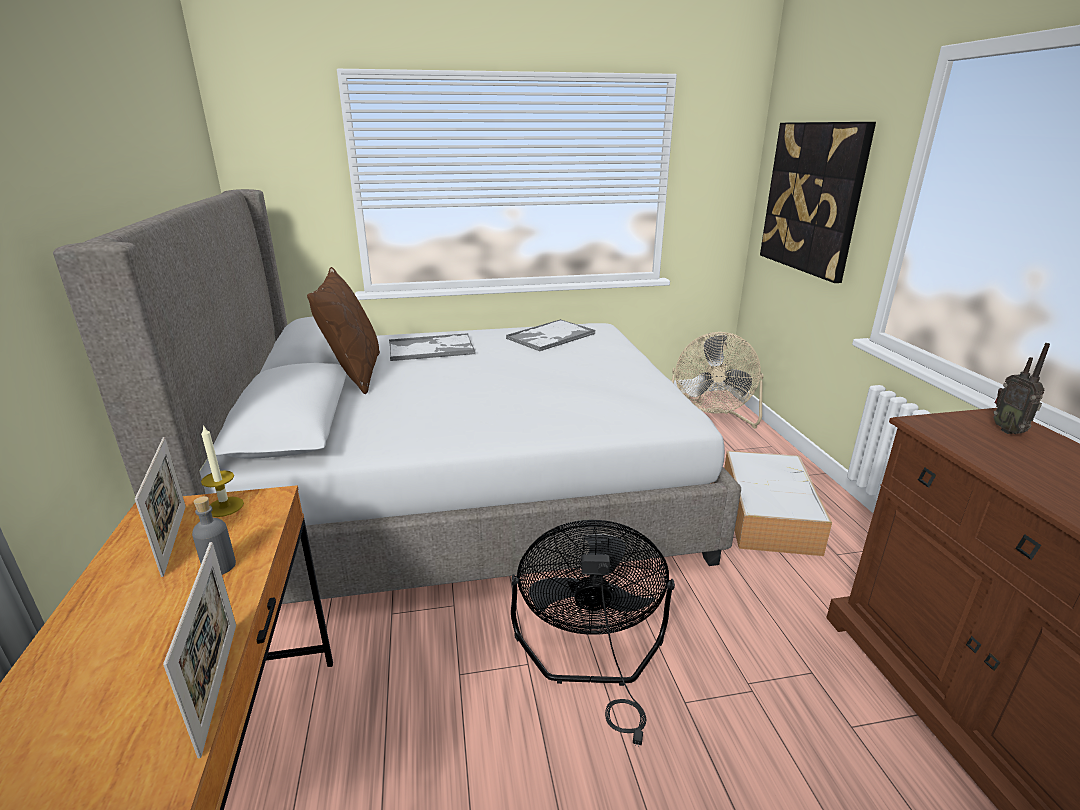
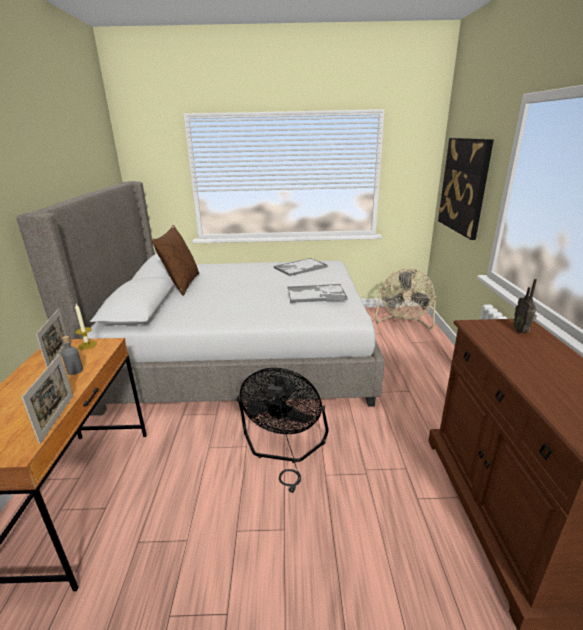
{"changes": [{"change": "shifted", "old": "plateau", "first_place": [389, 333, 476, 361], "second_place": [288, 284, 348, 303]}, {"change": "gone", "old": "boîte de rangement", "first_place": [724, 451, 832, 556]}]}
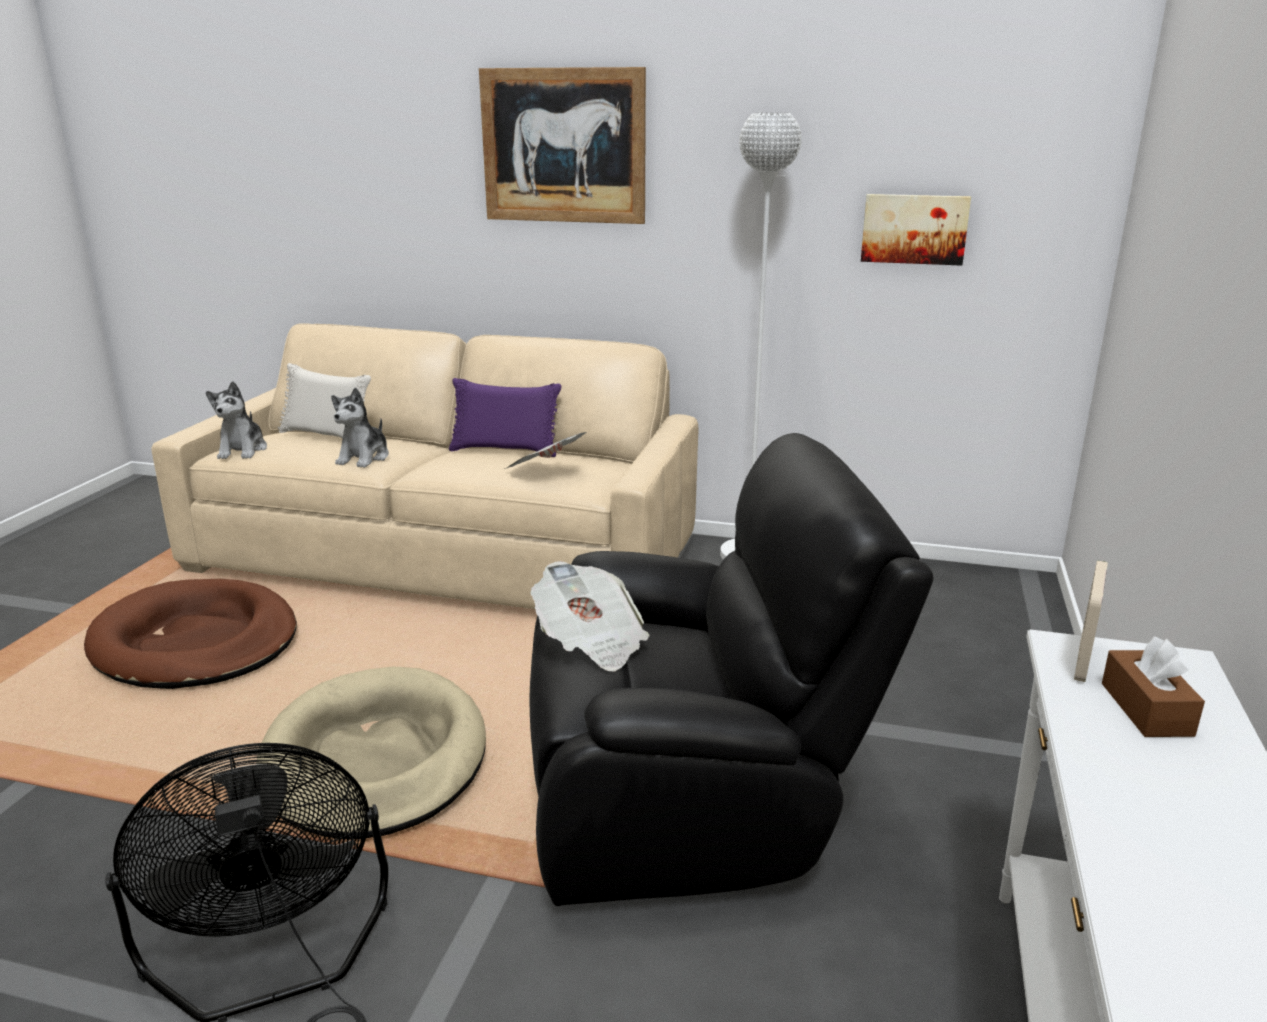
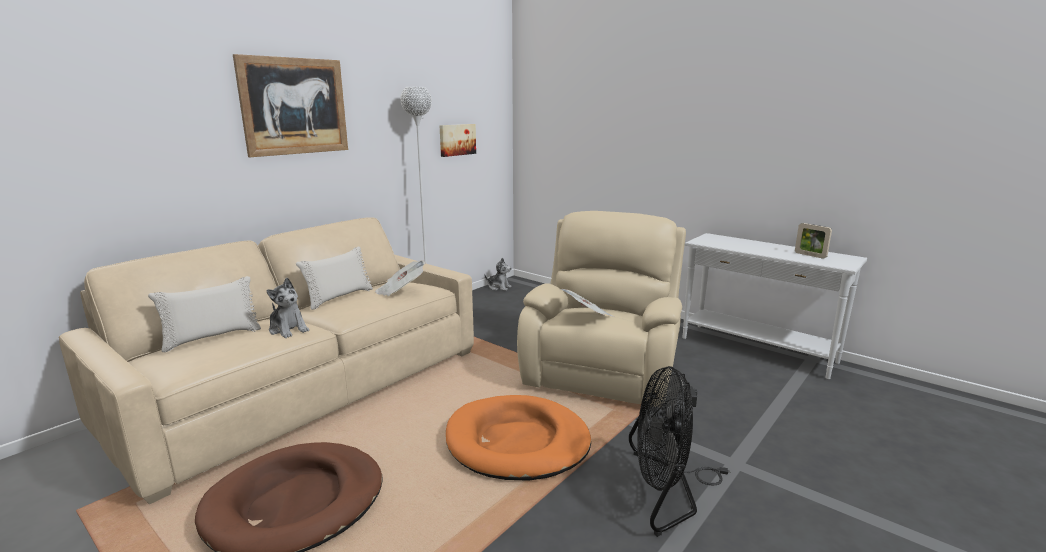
{"changes": [{"change": "repainted", "old": "coussin [violet]", "new": "coussin [blanc]", "first_place": [449, 378, 561, 457], "second_place": [296, 247, 373, 310]}, {"change": "repainted", "old": "panier pour chien [beige]", "new": "panier pour chien [orange]", "first_place": [256, 666, 486, 839], "second_place": [446, 395, 591, 481]}, {"change": "shifted", "old": "peluche", "first_place": [206, 381, 267, 459], "second_place": [484, 257, 512, 291]}, {"change": "repainted", "old": "fauteuil [noir]", "new": "fauteuil [beige]", "first_place": [530, 433, 934, 906], "second_place": [517, 211, 686, 407]}, {"change": "shifted", "old": "cadre photo", "first_place": [1074, 560, 1108, 682], "second_place": [795, 223, 832, 259]}, {"change": "gone", "old": "boîte à mouchoirs [marron]", "first_place": [1102, 636, 1205, 737]}]}
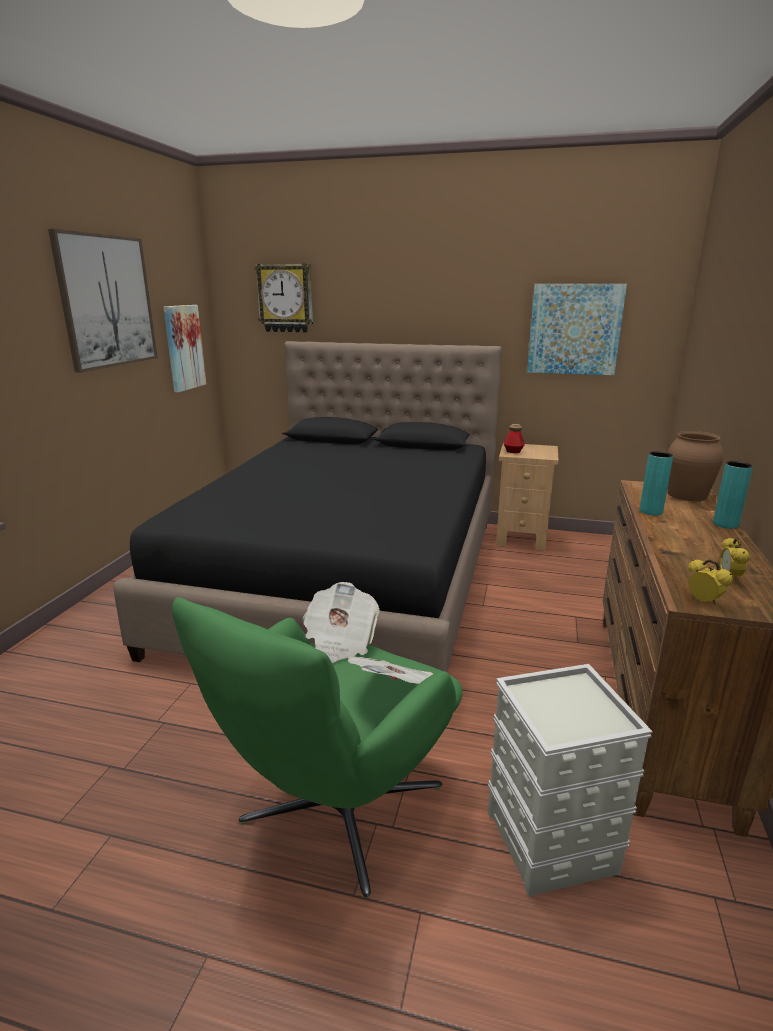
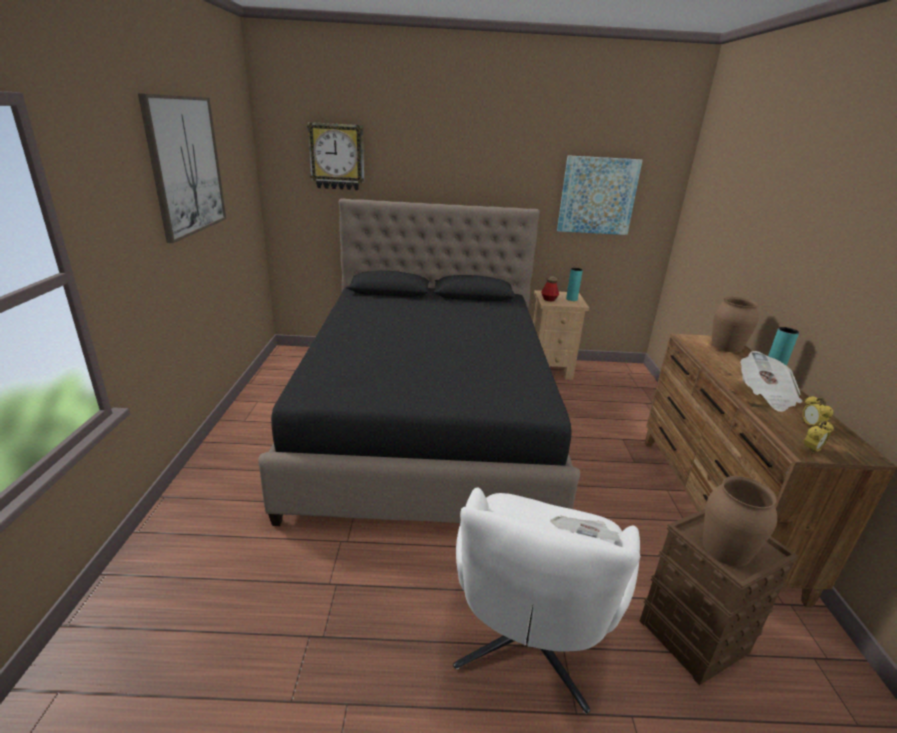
{"changes": [{"change": "repainted", "old": "fauteuil [vert]", "new": "fauteuil [blanc]", "first_place": [172, 597, 463, 897], "second_place": [453, 488, 640, 713]}, {"change": "shifted", "old": "vase [turquoise]", "first_place": [639, 451, 673, 515], "second_place": [566, 268, 583, 301]}, {"change": "repainted", "old": "boîte de rangement [gris]", "new": "boîte de rangement [marron]", "first_place": [488, 664, 653, 896], "second_place": [640, 509, 799, 685]}, {"change": "new", "new": "vase [marron]", "second_place": [703, 476, 777, 567]}, {"change": "shifted", "old": "journal", "first_place": [303, 582, 380, 663], "second_place": [740, 351, 803, 412]}, {"change": "rotated", "old": "réveil", "first_place": [688, 559, 734, 605], "second_place": [804, 421, 834, 454], "degrees": 105}, {"change": "gone", "old": "tableau", "first_place": [163, 305, 206, 392]}]}
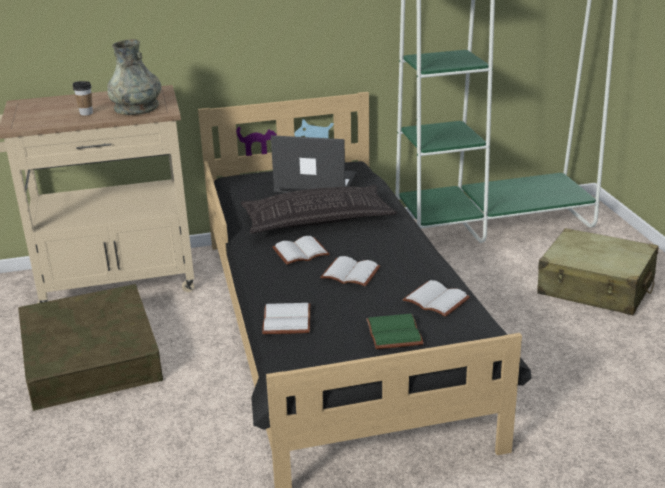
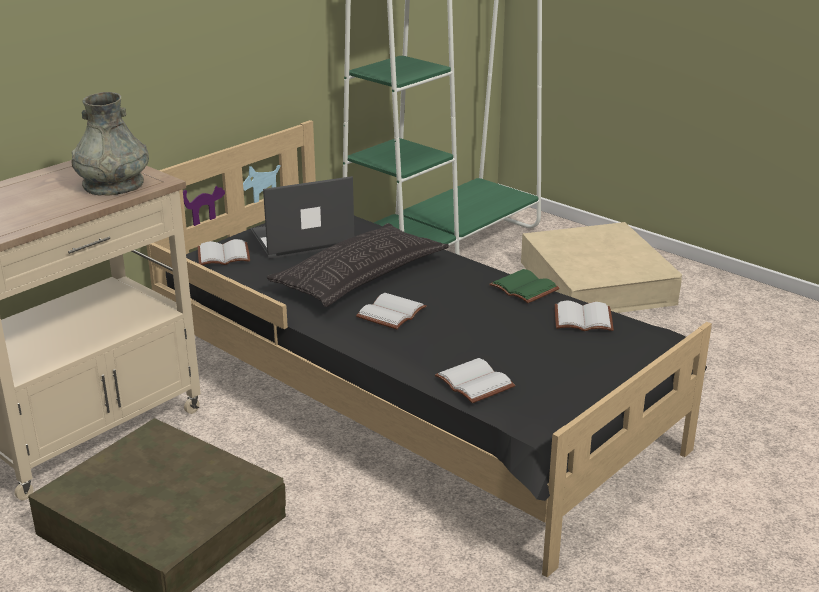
{"changes": [{"change": "shifted", "old": "livre [blanc]", "first_place": [320, 256, 380, 287], "second_place": [198, 239, 250, 265]}, {"change": "shifted", "old": "livre [vert]", "first_place": [366, 314, 424, 349], "second_place": [489, 269, 560, 303]}, {"change": "swapped", "old": "valise [beige]", "new": "boîte de rangement [beige]", "first_place": [537, 228, 659, 315], "second_place": [521, 222, 682, 313]}, {"change": "gone", "old": "tasse", "first_place": [73, 81, 93, 116]}]}
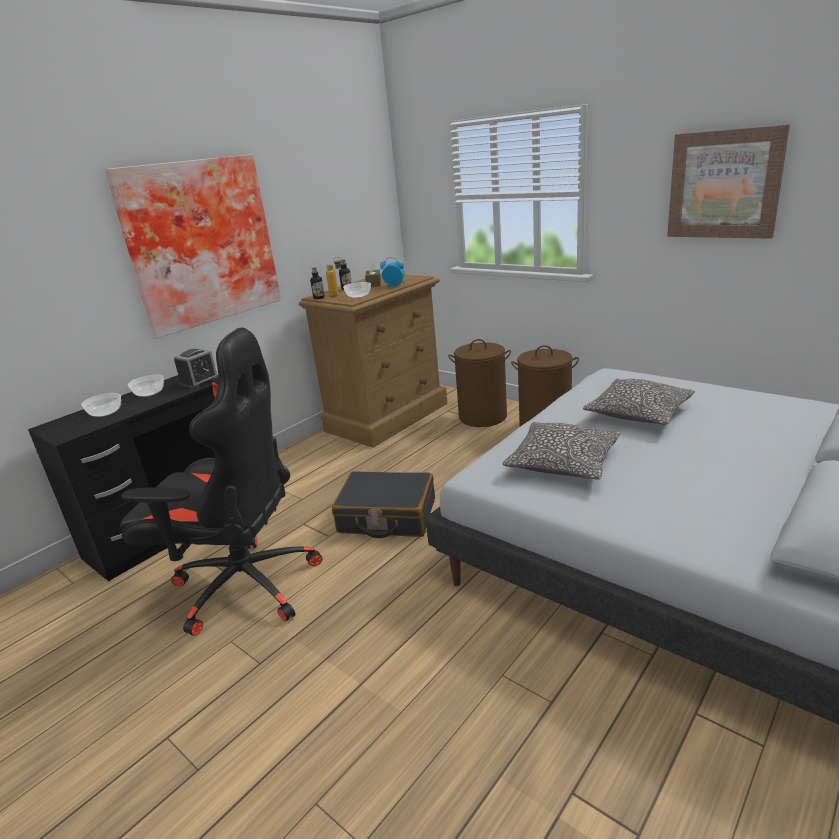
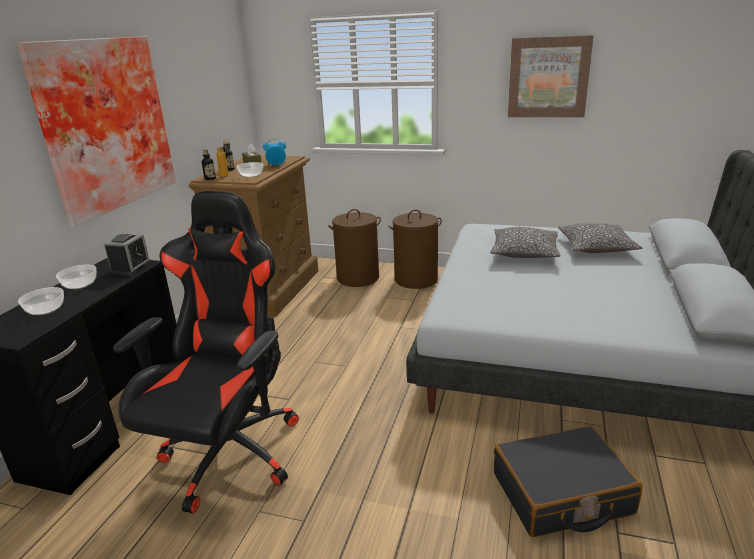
{"changes": [{"change": "rotated", "old": "chaise de bureau [noir]", "first_place": [120, 328, 322, 636], "second_place": [113, 191, 299, 513], "degrees": -60}, {"change": "shifted", "old": "valise [noir]", "first_place": [332, 471, 435, 538], "second_place": [494, 426, 643, 537]}, {"change": "shifted", "old": "coussin", "first_place": [503, 422, 620, 479], "second_place": [558, 223, 642, 253]}]}
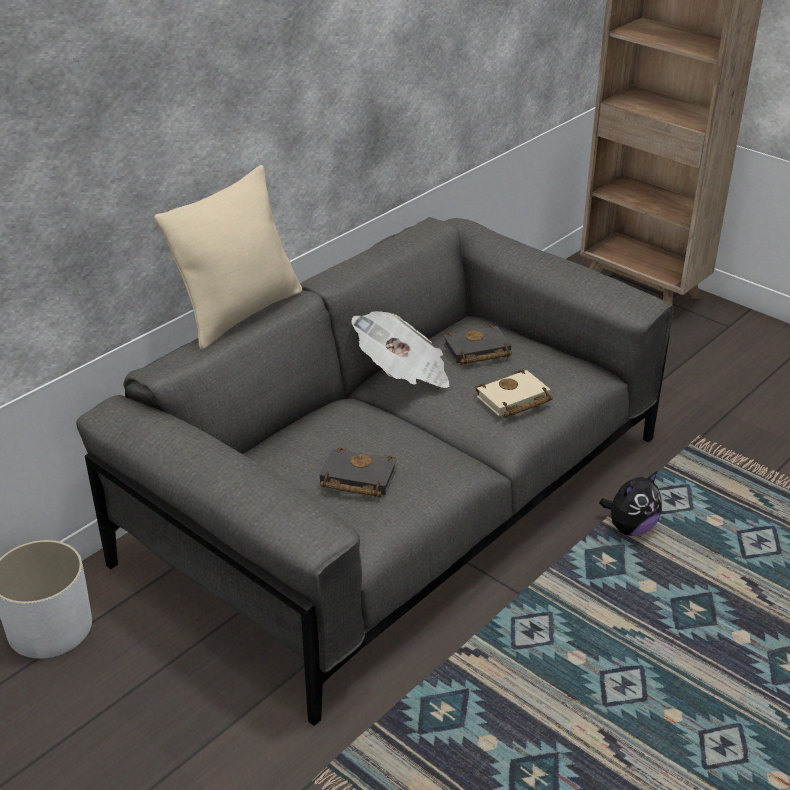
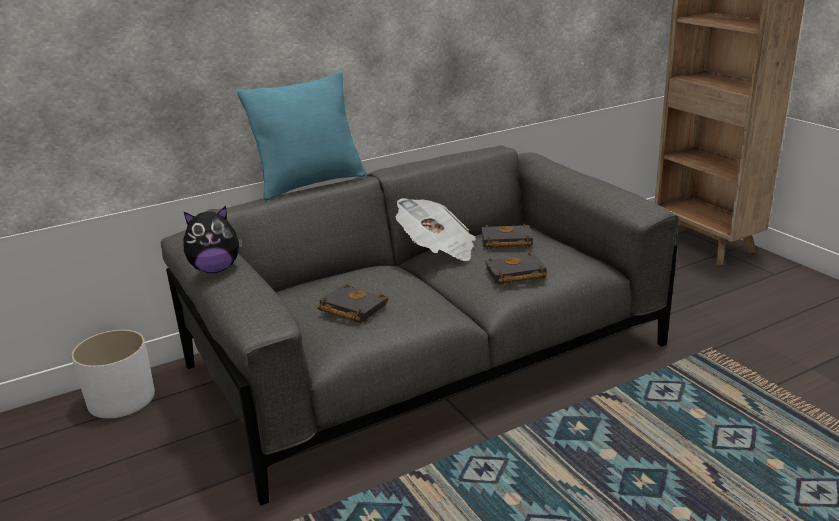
{"changes": [{"change": "shifted", "old": "peluche", "first_place": [599, 470, 662, 536], "second_place": [183, 206, 242, 273]}, {"change": "repainted", "old": "coussin [beige]", "new": "coussin [turquoise]", "first_place": [154, 165, 303, 350], "second_place": [237, 72, 366, 201]}, {"change": "repainted", "old": "livre [beige]", "new": "livre [noir]", "first_place": [475, 369, 553, 418], "second_place": [485, 252, 547, 285]}]}
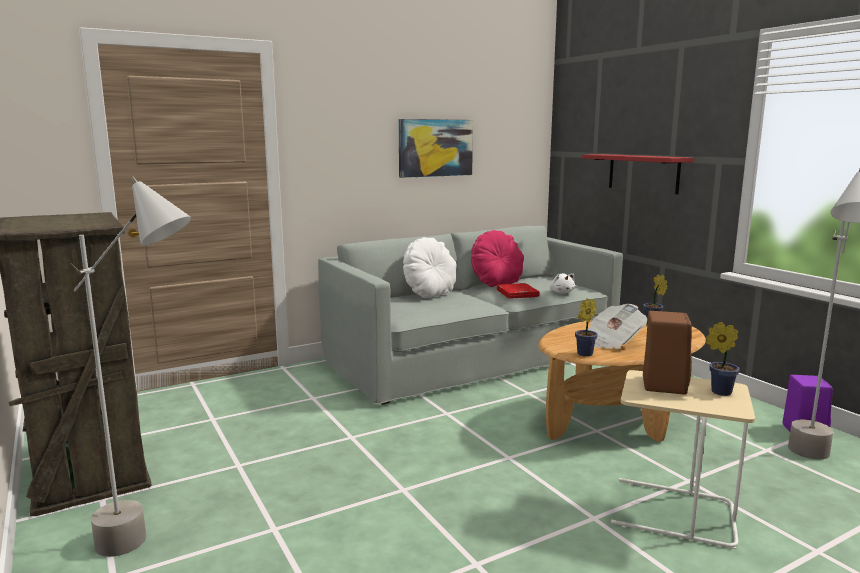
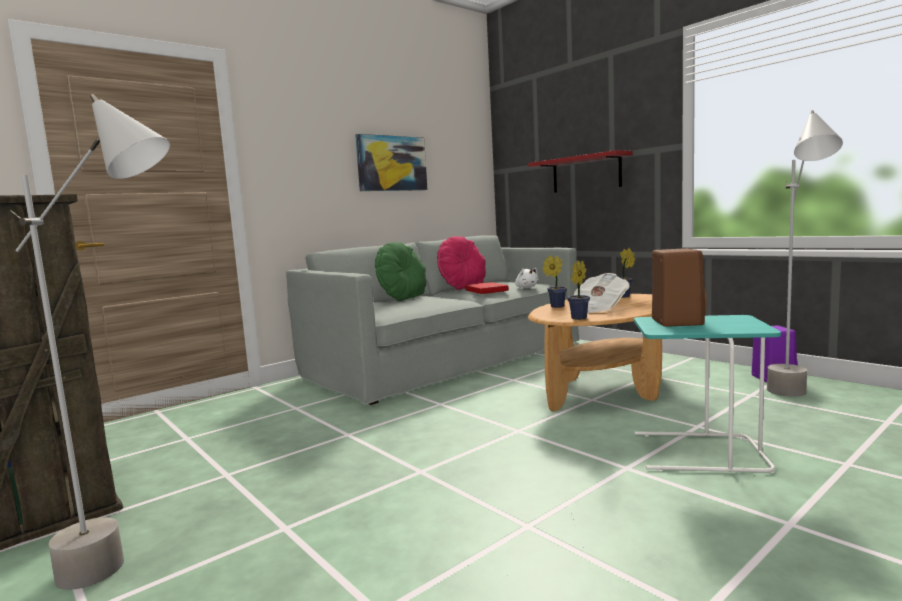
{"changes": [{"change": "repainted", "old": "coussin [blanc]", "new": "coussin [vert]", "first_place": [403, 237, 456, 298], "second_place": [375, 242, 426, 301]}, {"change": "shifted", "old": "plante en pot", "first_place": [706, 322, 740, 396], "second_place": [542, 255, 567, 308]}, {"change": "repainted", "old": "table d'appoint [beige]", "new": "table d'appoint [turquoise]", "first_place": [611, 370, 755, 549], "second_place": [634, 315, 781, 473]}]}
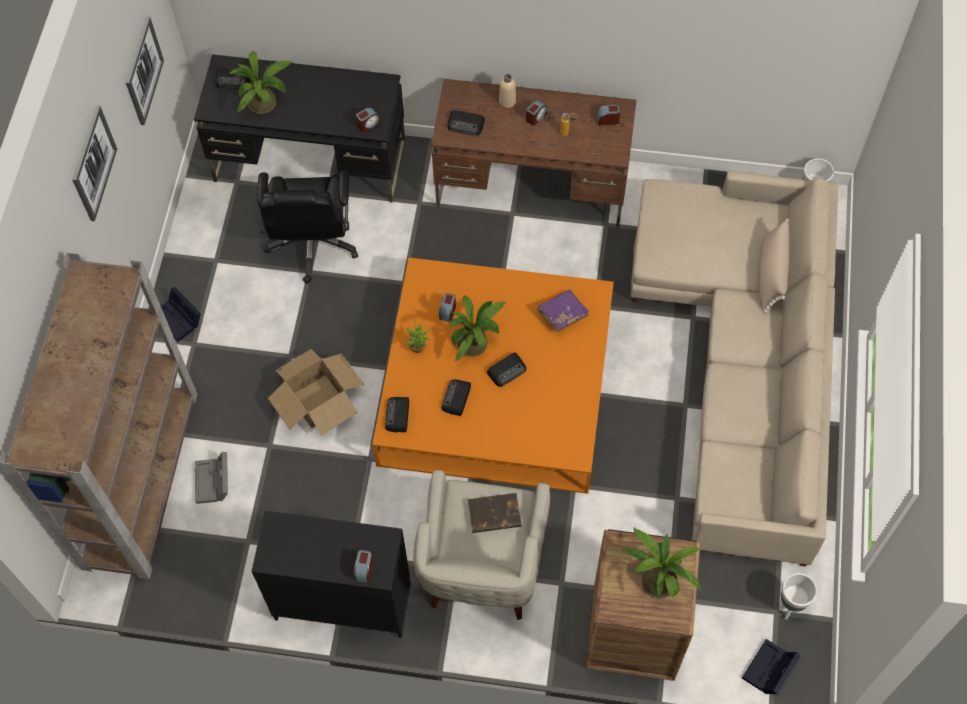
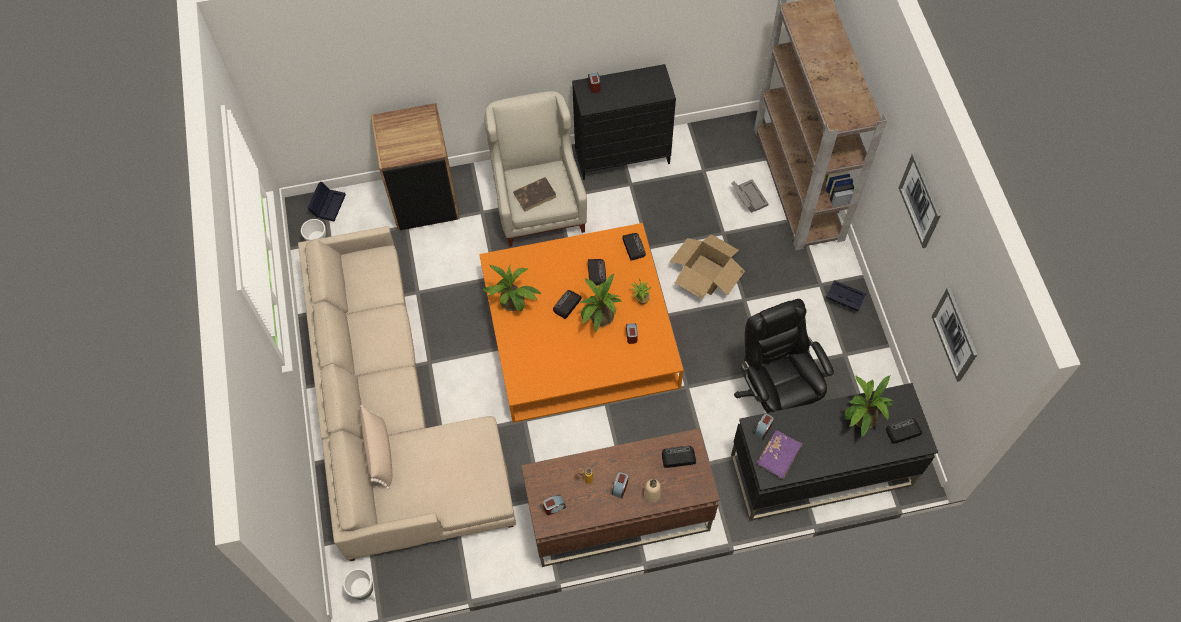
{"changes": [{"change": "shifted", "old": "plante en pot", "first_place": [622, 528, 702, 599], "second_place": [482, 264, 542, 311]}, {"change": "shifted", "old": "livre [violet]", "first_place": [537, 289, 589, 332], "second_place": [757, 430, 802, 479]}]}
